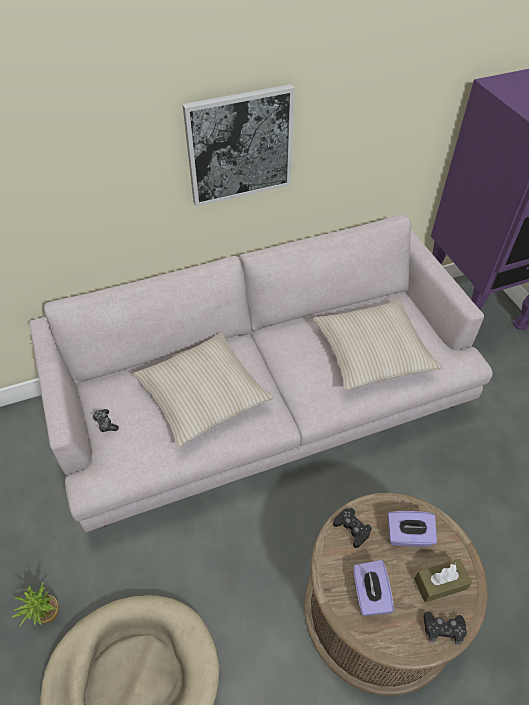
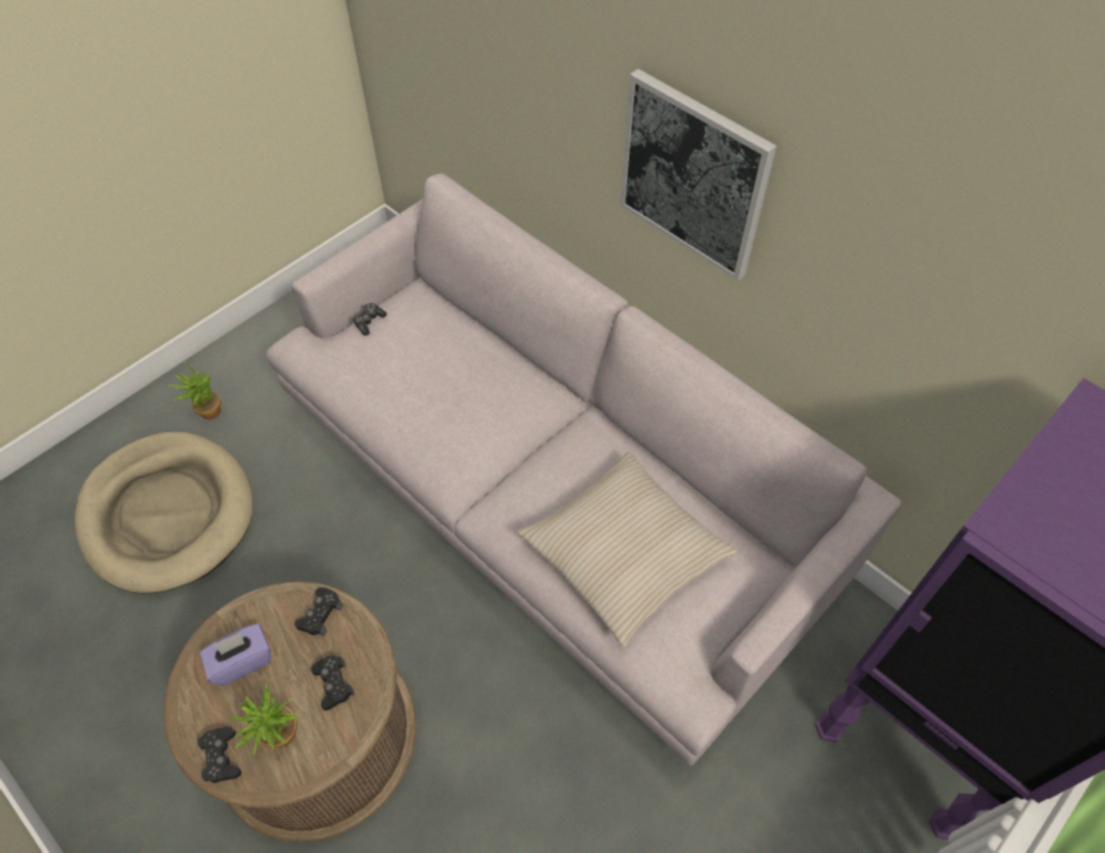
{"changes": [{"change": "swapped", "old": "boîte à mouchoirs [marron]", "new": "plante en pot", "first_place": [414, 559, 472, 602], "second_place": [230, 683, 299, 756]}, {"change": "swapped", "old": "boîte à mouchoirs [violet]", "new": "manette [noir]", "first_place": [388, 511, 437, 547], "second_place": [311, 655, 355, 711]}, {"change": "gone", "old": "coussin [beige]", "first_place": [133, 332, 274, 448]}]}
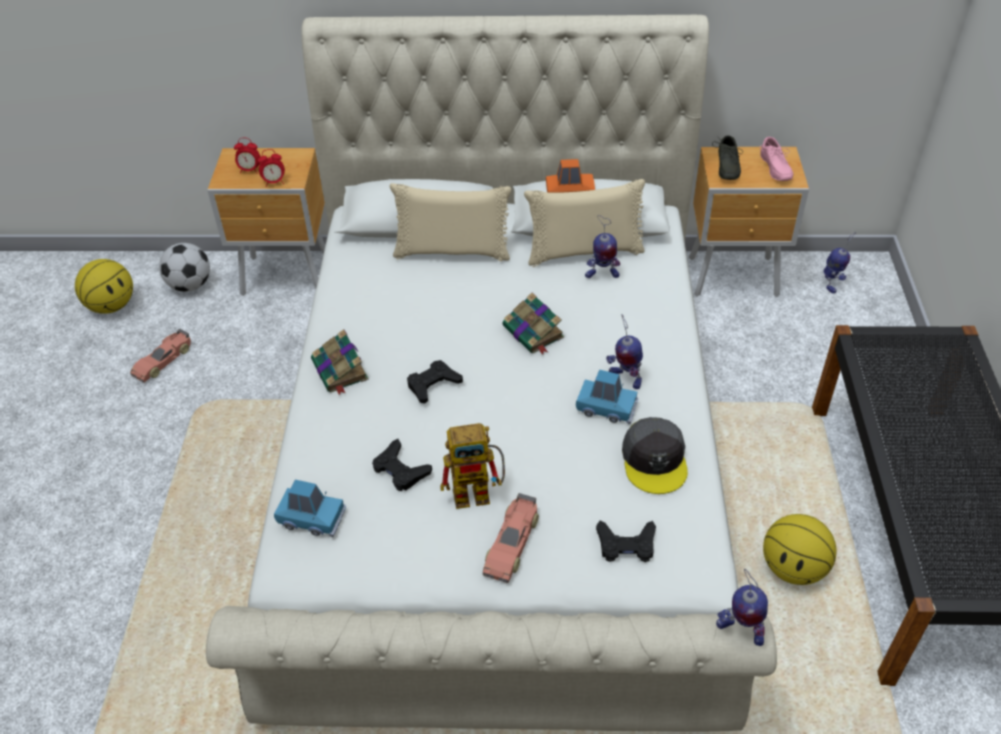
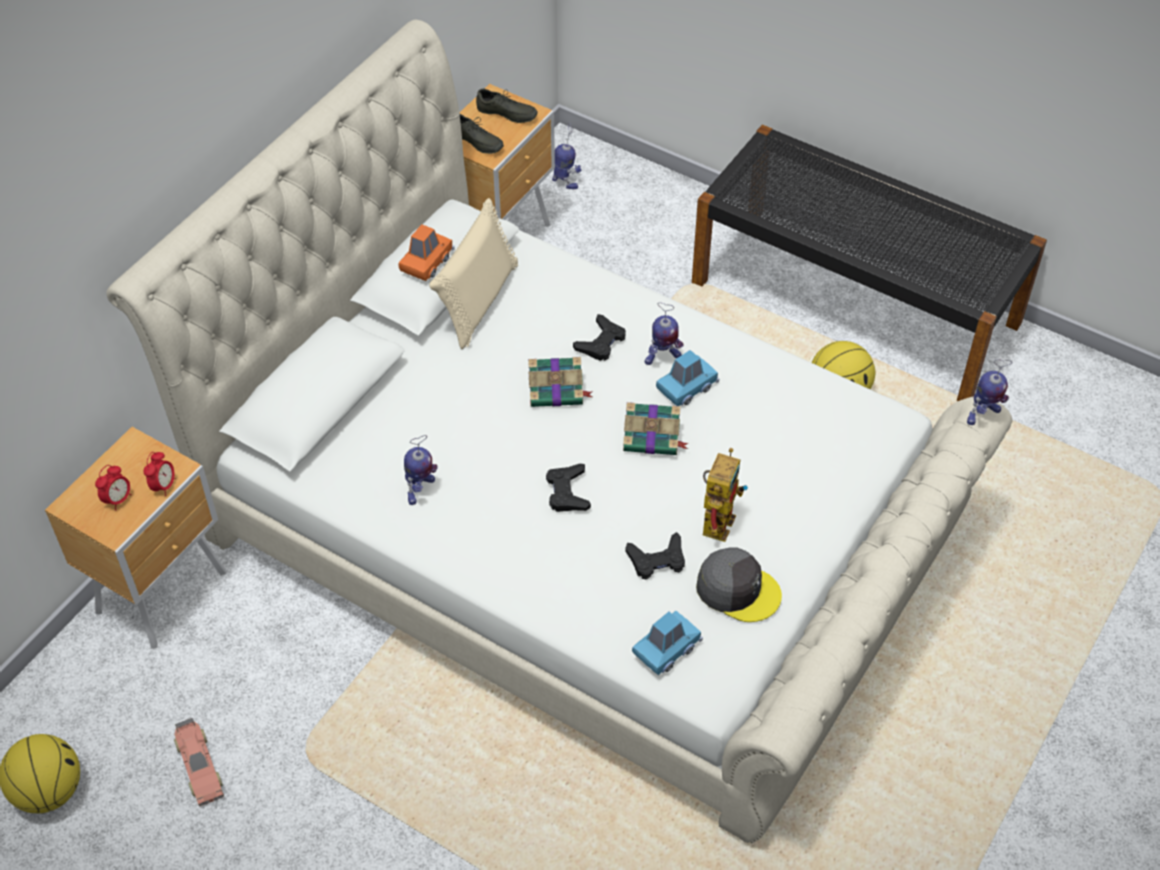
{"changes": [{"change": "shifted", "old": "robot jouet", "first_place": [585, 215, 620, 278], "second_place": [404, 435, 438, 505]}, {"change": "repainted", "old": "chaussure [rose]", "new": "chaussure [gris]", "first_place": [760, 137, 793, 181], "second_place": [476, 89, 538, 123]}, {"change": "shifted", "old": "manette [noir]", "first_place": [596, 520, 656, 562], "second_place": [573, 314, 626, 361]}, {"change": "shifted", "old": "livre", "first_place": [311, 329, 369, 395], "second_place": [623, 402, 688, 455]}, {"change": "shifted", "old": "casquette [gris]", "first_place": [622, 417, 688, 494], "second_place": [696, 548, 782, 622]}, {"change": "gone", "old": "ballon de foot", "first_place": [159, 243, 210, 292]}, {"change": "gone", "old": "coussin [beige]", "first_place": [390, 183, 511, 262]}, {"change": "gone", "old": "petite voiture", "first_place": [483, 493, 539, 583]}]}
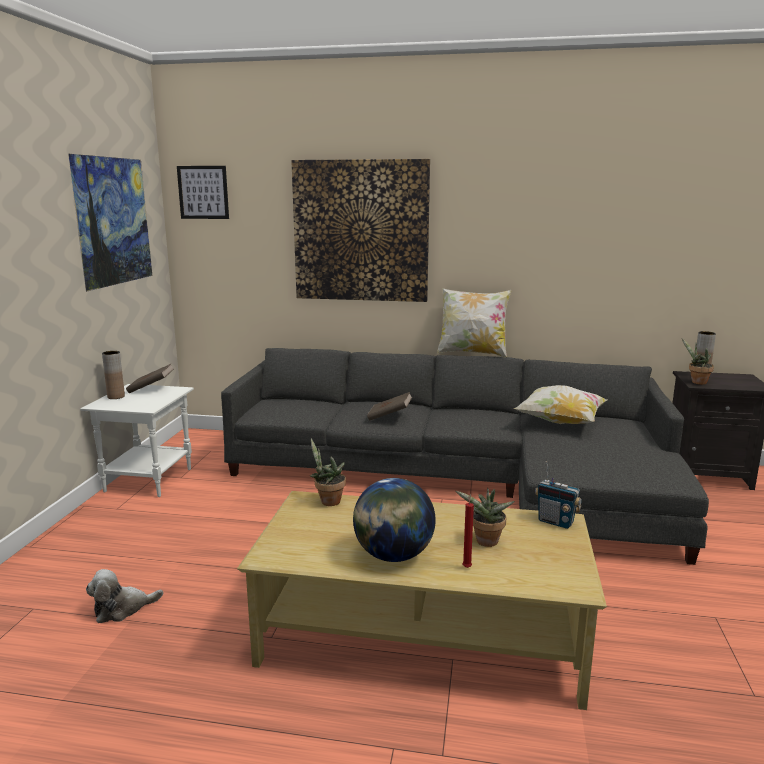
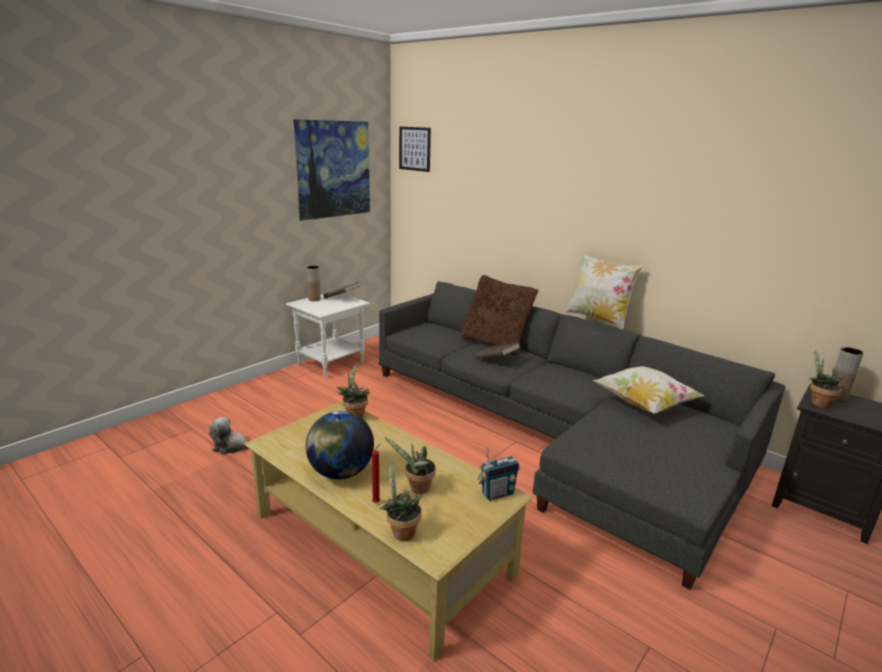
{"changes": [{"change": "new", "new": "plante en pot", "second_place": [380, 459, 422, 541]}, {"change": "new", "new": "coussin [marron]", "second_place": [461, 275, 539, 355]}, {"change": "rotated", "old": "radio", "first_place": [535, 461, 582, 529], "second_place": [477, 446, 520, 501], "degrees": -90}, {"change": "gone", "old": "tableau", "first_place": [291, 159, 430, 302]}]}
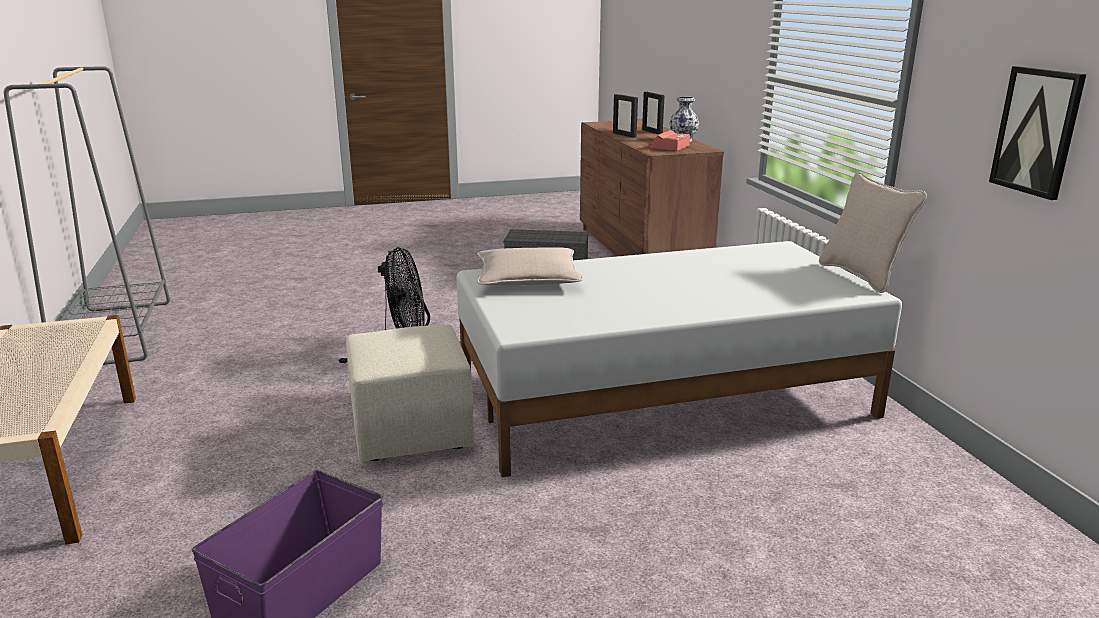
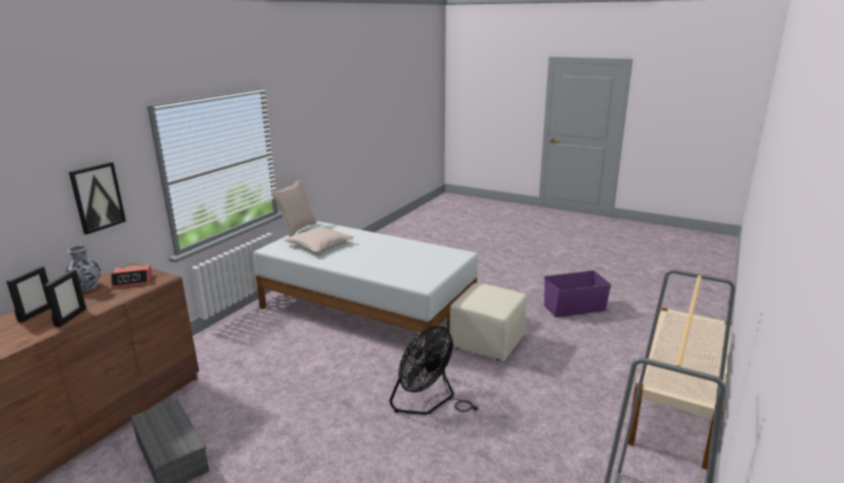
{"changes": [{"change": "shifted", "old": "tableau", "first_place": [989, 66, 1086, 200], "second_place": [69, 162, 126, 235]}, {"change": "shifted", "old": "coussin [beige]", "first_place": [477, 247, 584, 285], "second_place": [284, 226, 354, 252]}]}
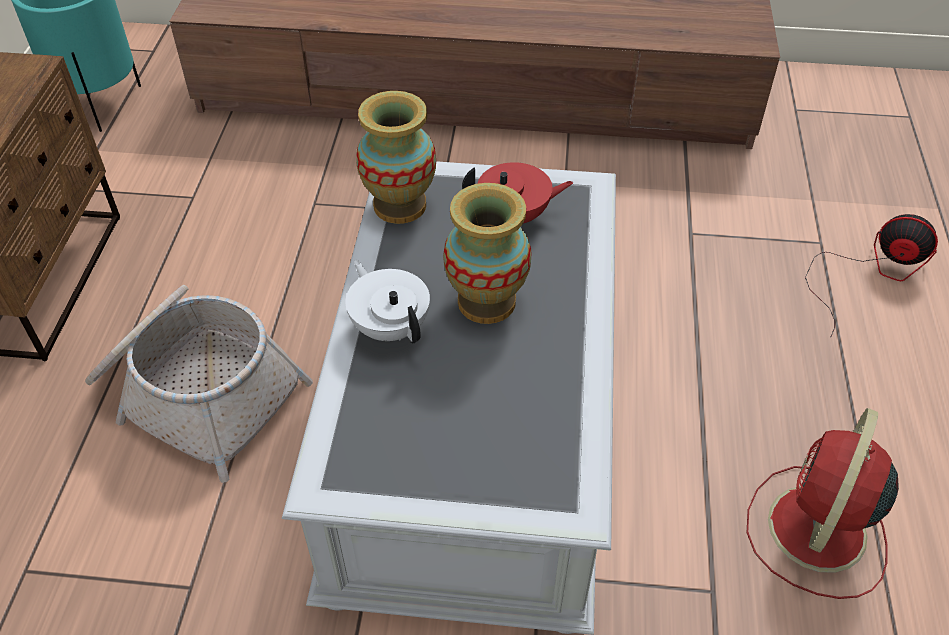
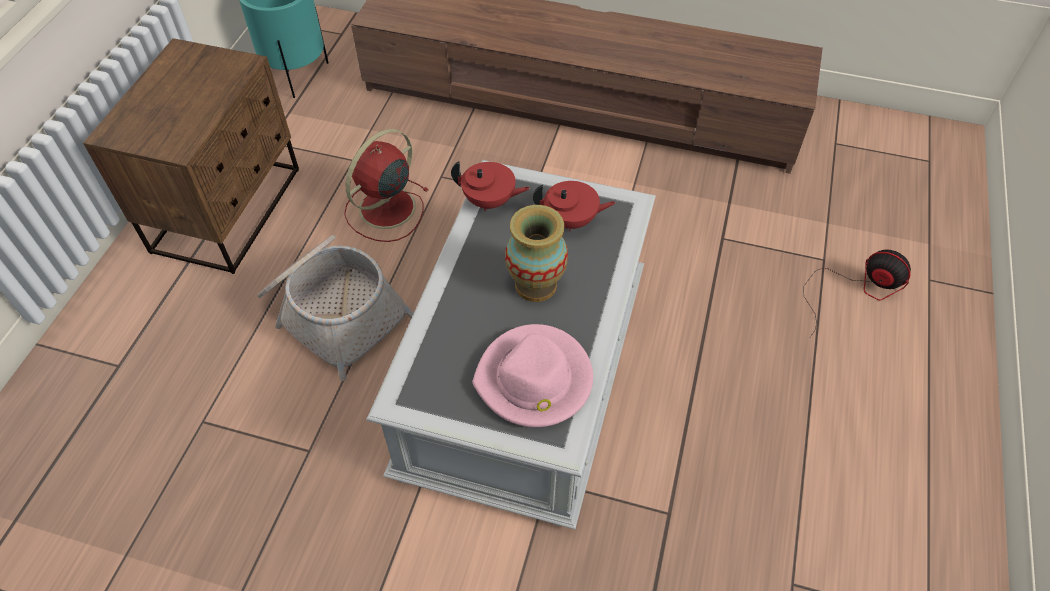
{"changes": [{"change": "shifted", "old": "ventilateur [rouge]", "first_place": [747, 408, 899, 599], "second_place": [344, 129, 428, 242]}, {"change": "swapped", "old": "vase", "new": "théière [rouge]", "first_place": [356, 91, 436, 224], "second_place": [451, 161, 530, 211]}, {"change": "new", "new": "chapeau [rose]", "second_place": [473, 324, 593, 427]}, {"change": "gone", "old": "théière [blanc]", "first_place": [345, 260, 430, 343]}]}
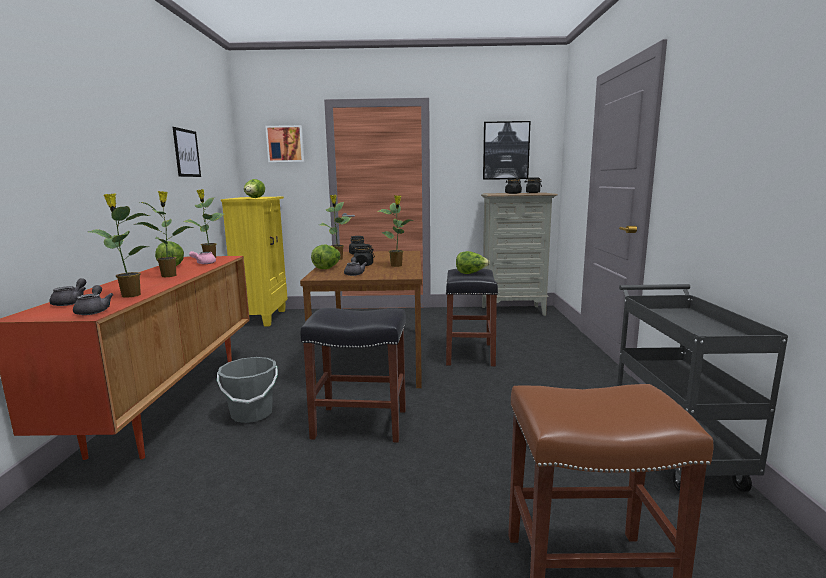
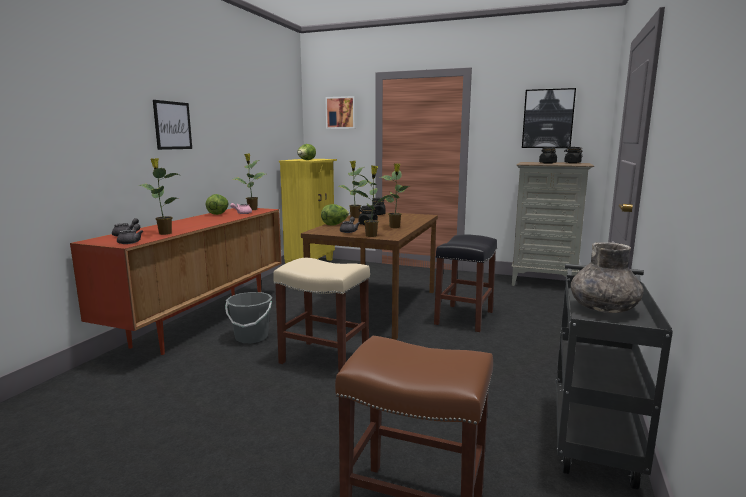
{"changes": [{"change": "shifted", "old": "tableau", "first_place": [173, 127, 201, 177], "second_place": [153, 100, 192, 150]}, {"change": "repainted", "old": "tabouret [noir]", "new": "tabouret [beige]", "first_place": [300, 308, 406, 443], "second_place": [273, 258, 370, 372]}, {"change": "shifted", "old": "plante en pot", "first_place": [137, 191, 194, 277], "second_place": [353, 165, 394, 237]}, {"change": "new", "new": "vase [gris]", "second_place": [571, 242, 644, 313]}, {"change": "gone", "old": "laitue", "first_place": [456, 251, 490, 274]}]}
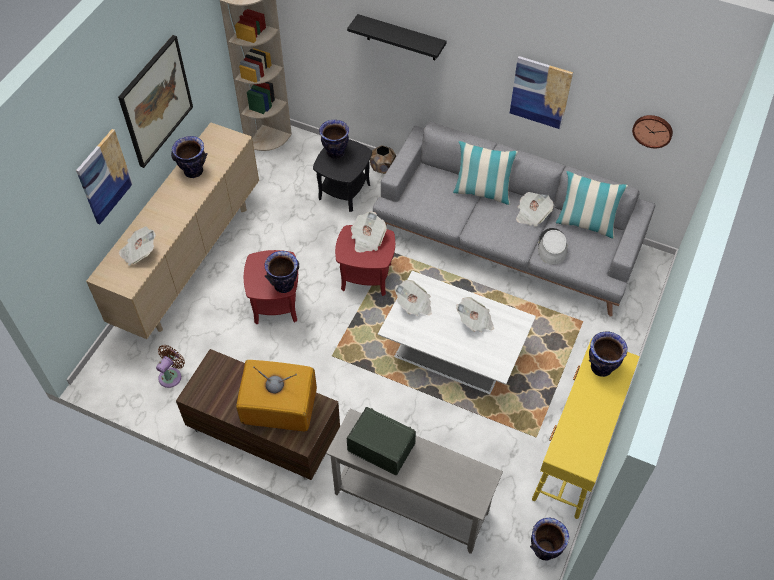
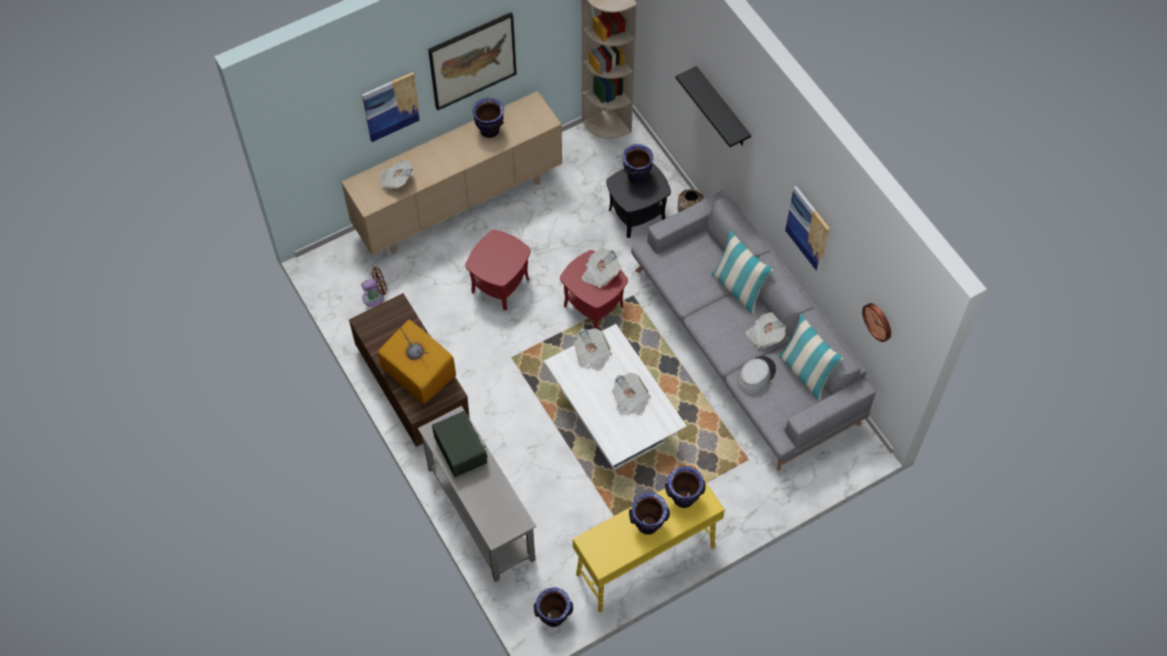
{"changes": [{"change": "shifted", "old": "vase", "first_place": [265, 251, 299, 293], "second_place": [629, 493, 670, 535]}]}
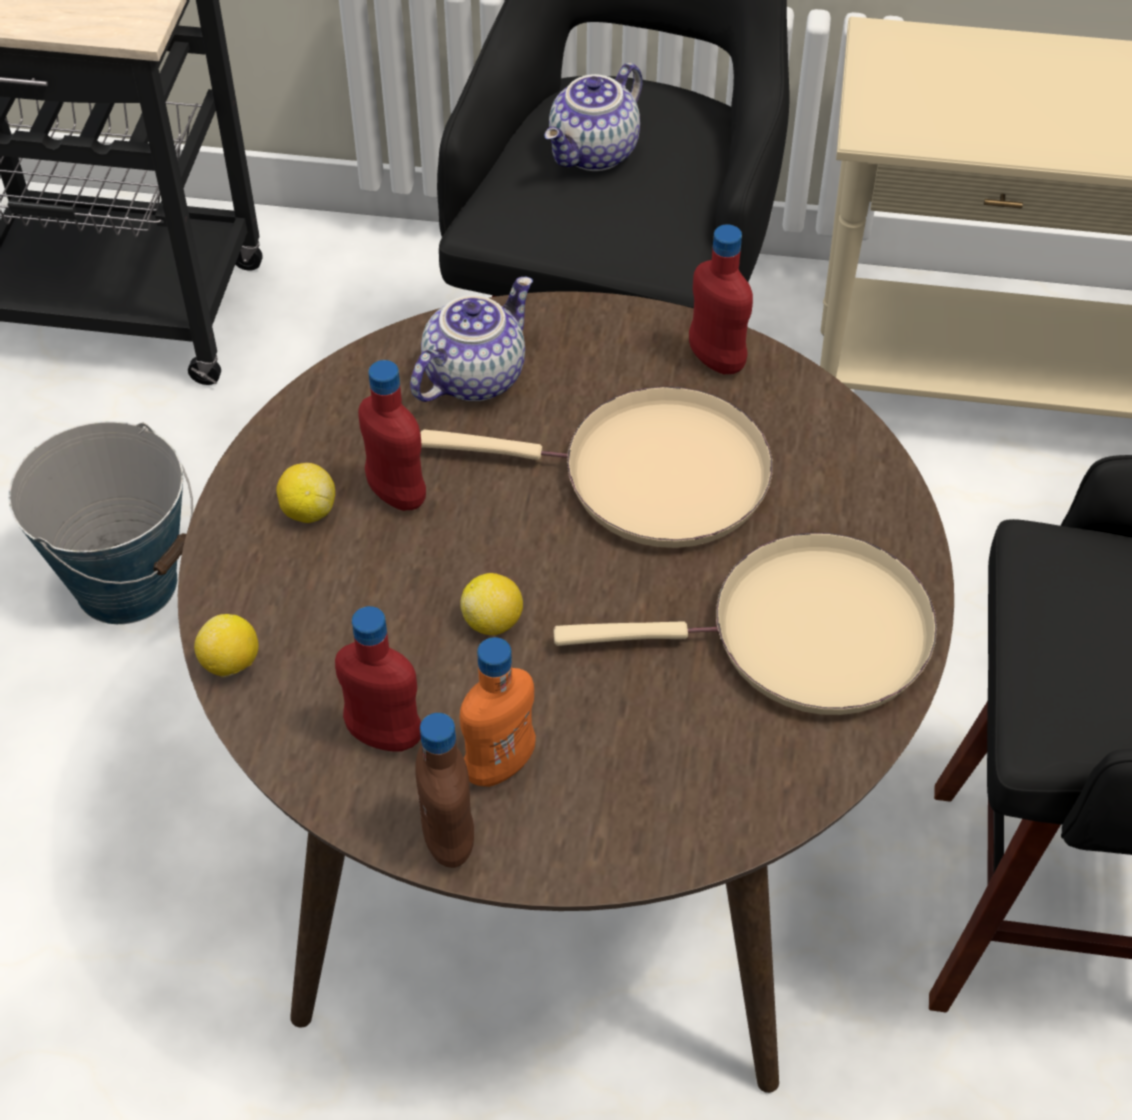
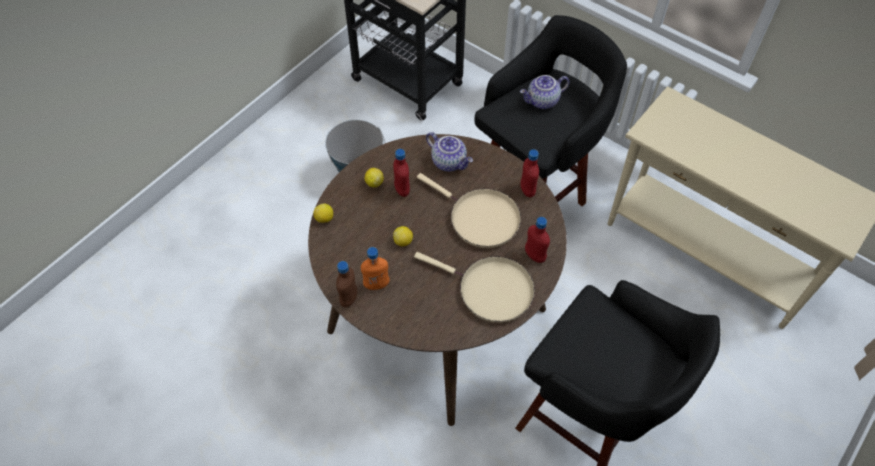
{"changes": [{"change": "rotated", "old": "théière", "first_place": [410, 277, 533, 402], "second_place": [426, 132, 473, 171], "degrees": 60}, {"change": "shifted", "old": "bouteille [rouge]", "first_place": [335, 606, 421, 752], "second_place": [525, 217, 550, 263]}]}
